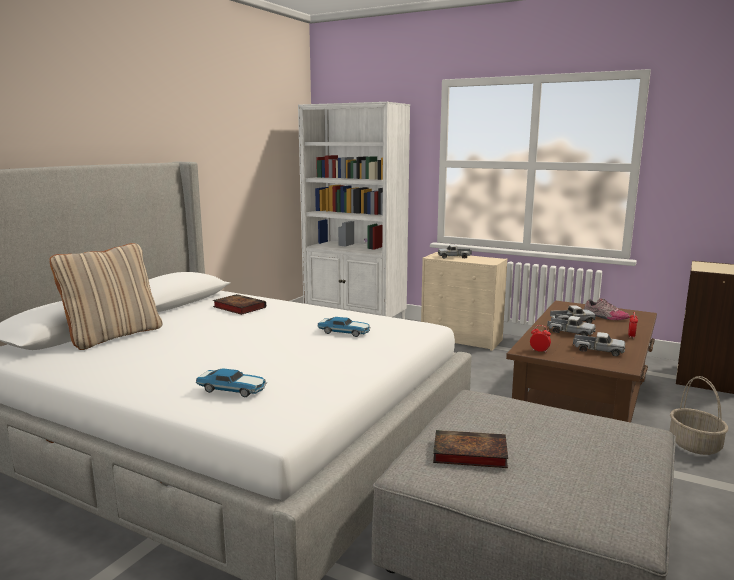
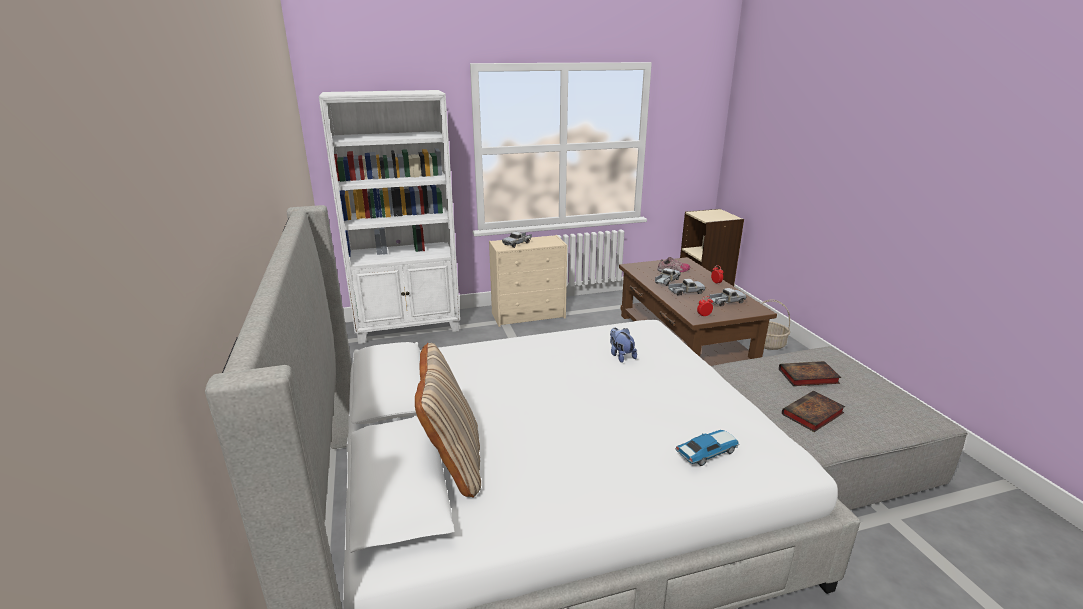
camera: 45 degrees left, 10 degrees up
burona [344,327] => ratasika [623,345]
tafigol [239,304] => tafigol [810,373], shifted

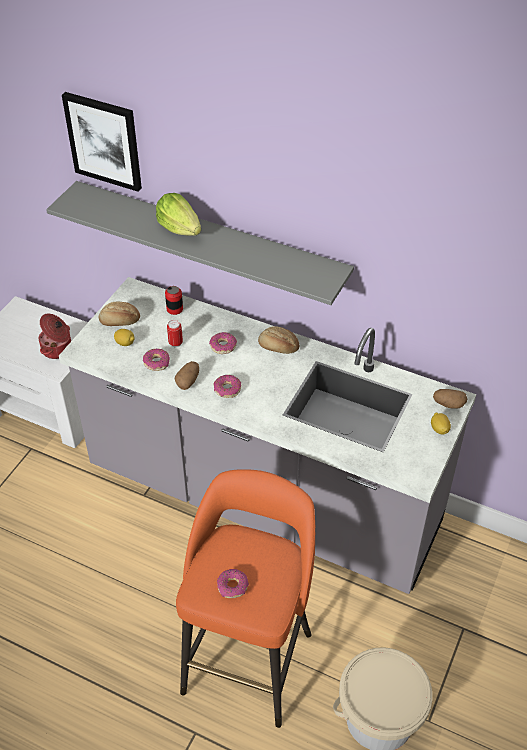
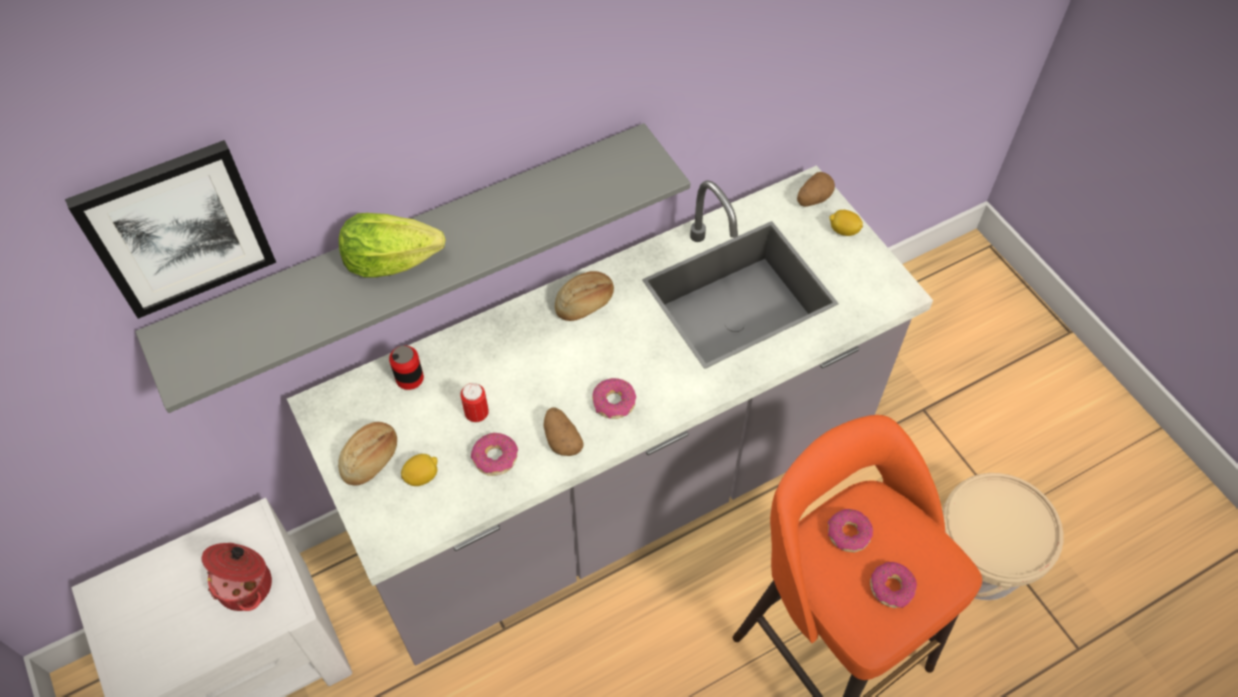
camera: 55 degrees left, 10 degrees up
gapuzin [223,343] => gapuzin [850,530], shifted

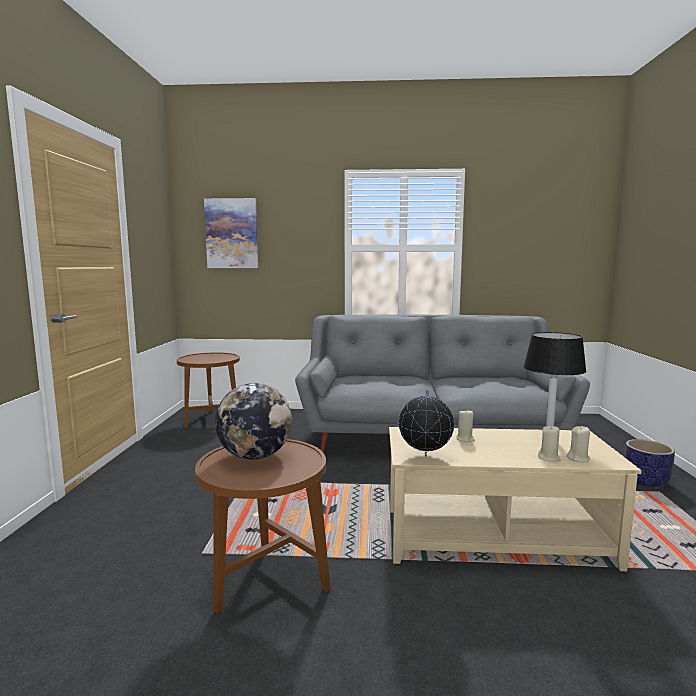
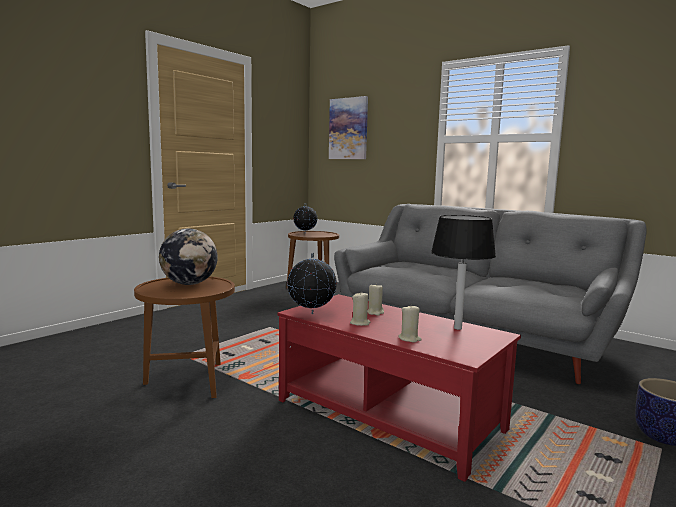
camera: 35 degrees right, 0 degrees up
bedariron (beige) [515,499] => bedariron (red) [399,388]
nothing => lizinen [305,218]
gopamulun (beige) [578,444] => gopamulun (beige) [360,309], shifted

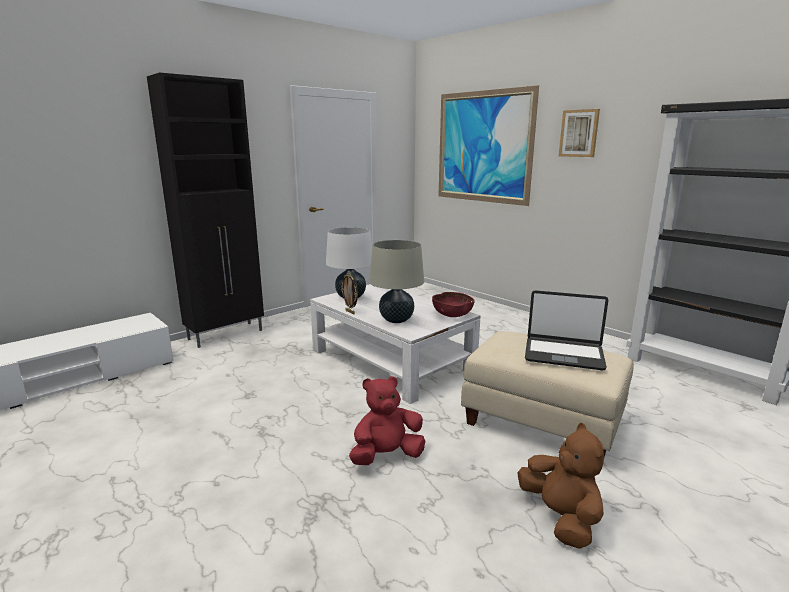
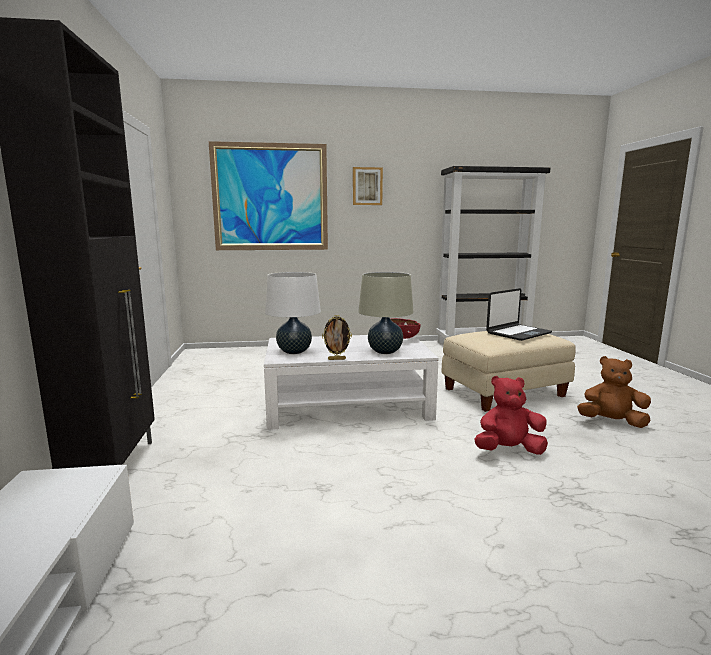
camera: 55 degrees left, 5 degrees down
ratasika (red) [387,420] => ratasika (red) [511,415], 75 degrees clockwise

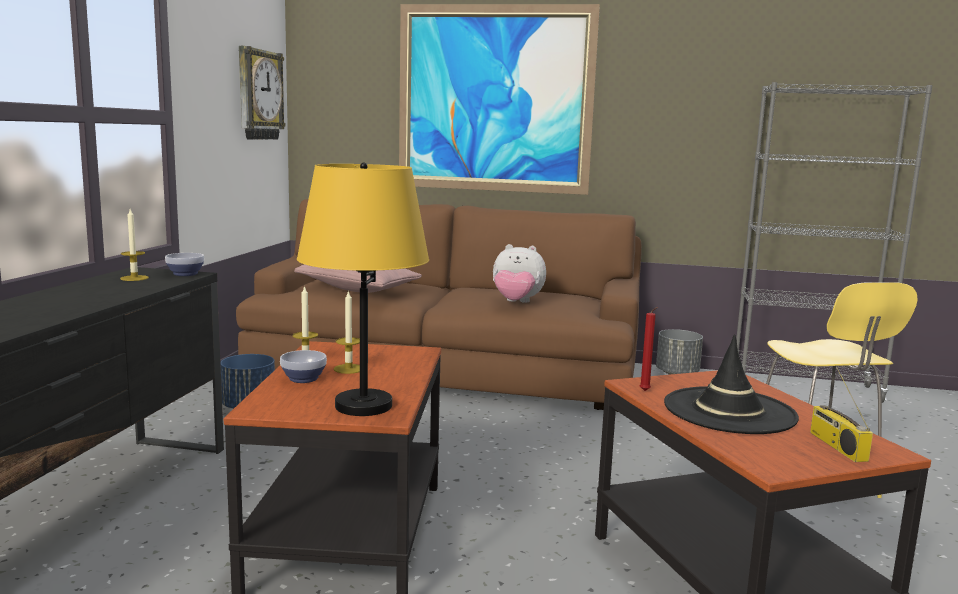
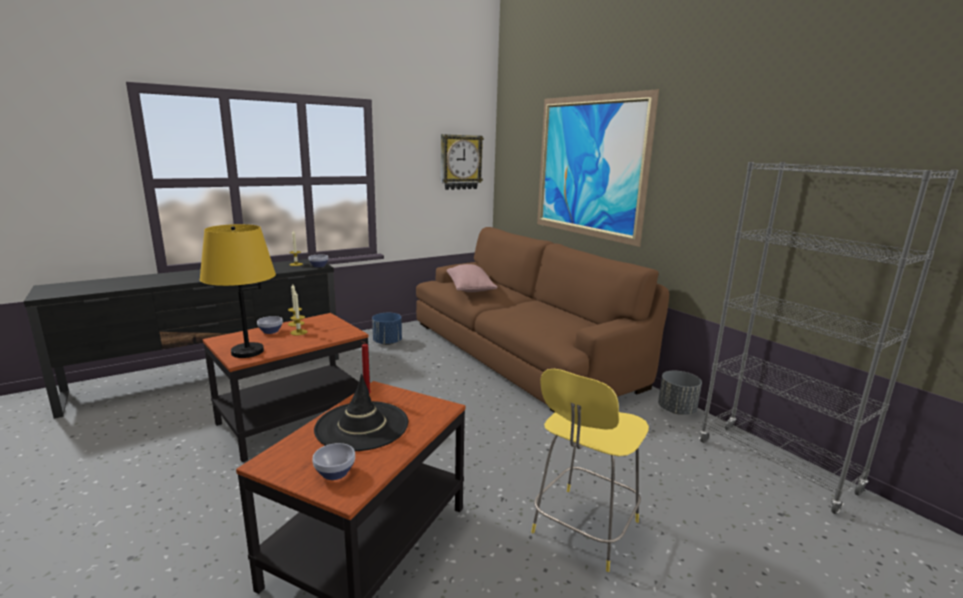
camera: 45 degrees right, 5 degrees up
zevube [841,414] => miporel [334,461]
ratasika [519,273] => nothing

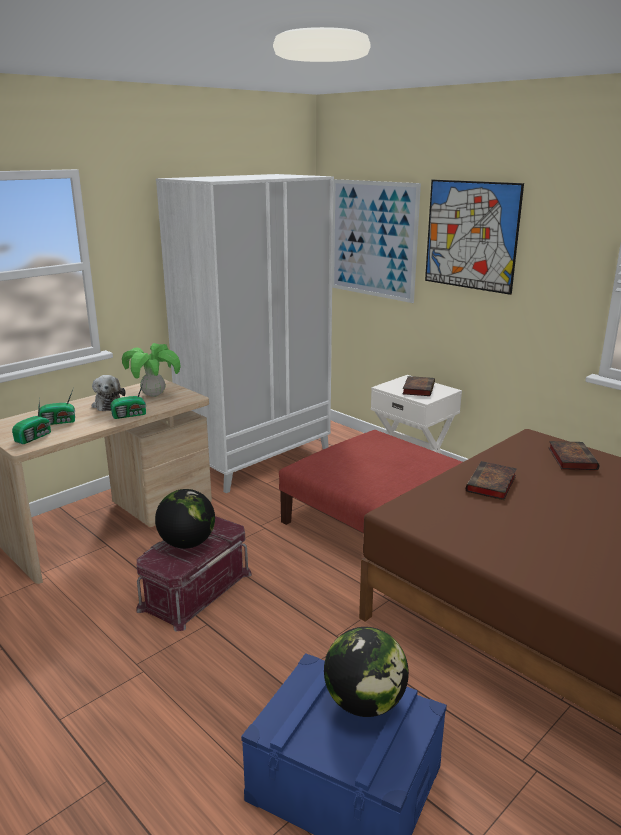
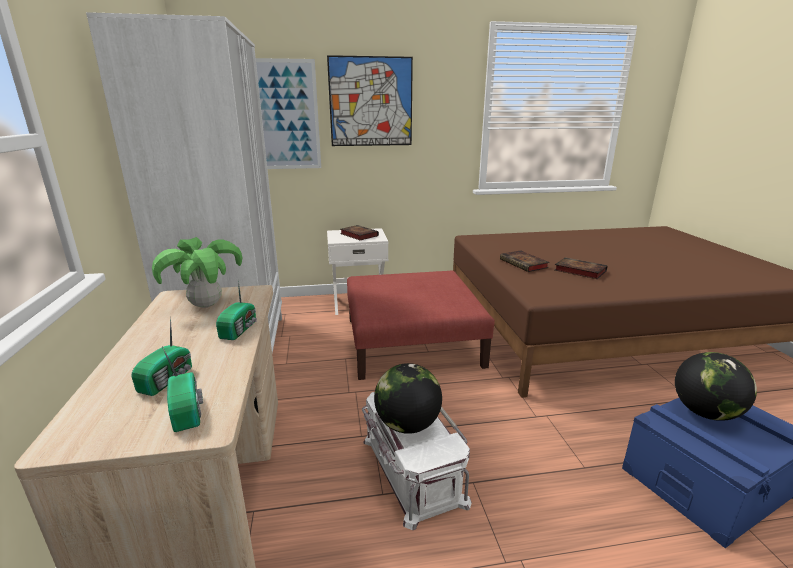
camera: 55 degrees left, 0 degrees up
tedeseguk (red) [194,574] => tedeseguk (white) [417,461]
tafigol [574,455] => tafigol [581,268], shifted
ratasika [108,393] => nothing

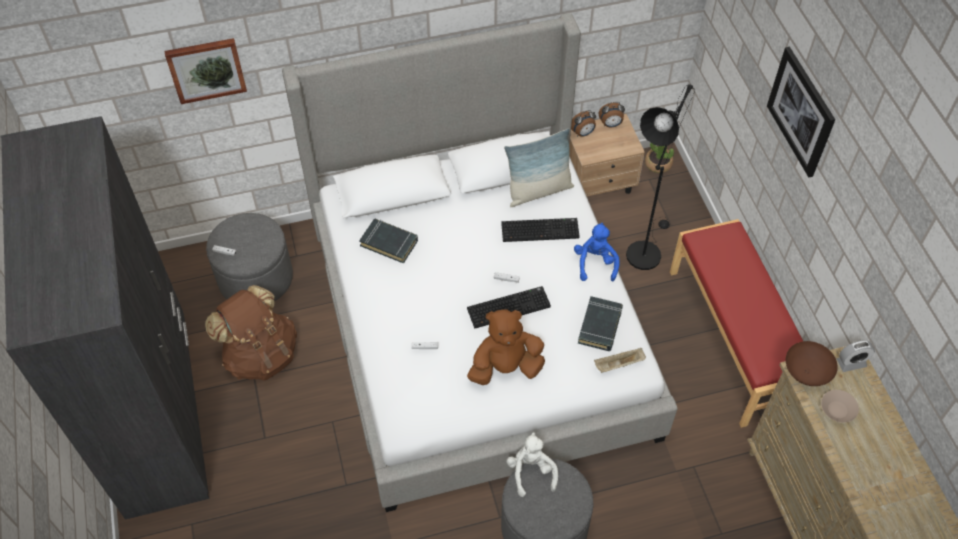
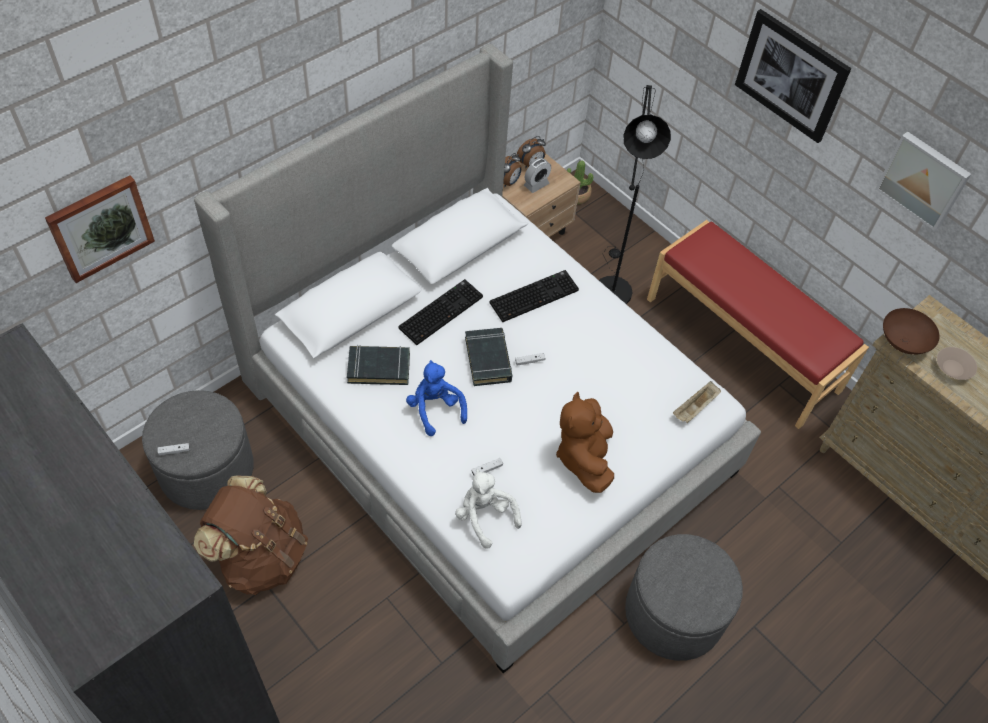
camera: 30 degrees left, 0 degrees up
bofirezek [509,307] => bofirezek [441,312], shifted
ratasika (blue) [597,252] => ratasika (blue) [436,398], shifted
ratasika (white) [532,464] => ratasika (white) [488,509], shifted
tafigol (black) [600,323] => tafigol (black) [488,357], shifted
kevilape [856,356] => kevilape [537,175], shifted
ratasika (brown) [506,347] => ratasika (brown) [585,442], 45 degrees counterclockwise
nothing => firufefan [923,181]
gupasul [539,167] => nothing

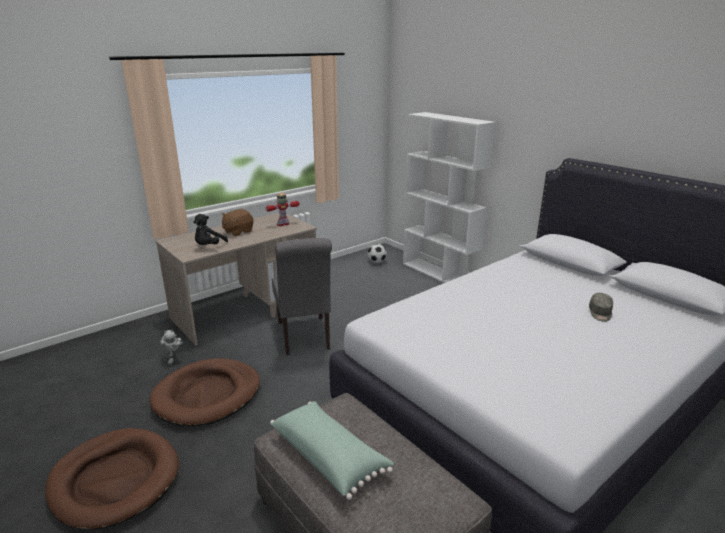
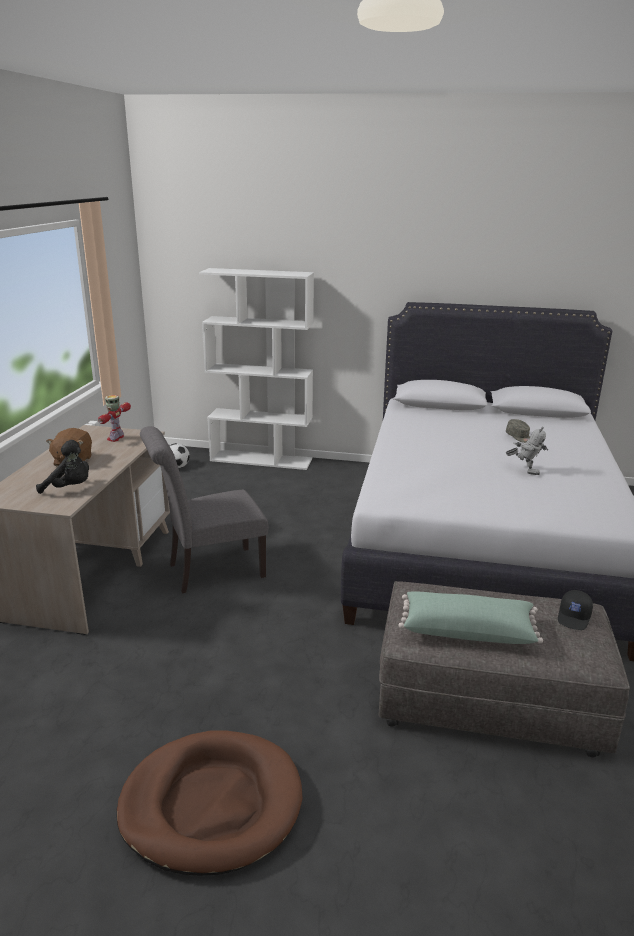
camera: 40 degrees left, 0 degrees up
ratasika (black) [210,229] => ratasika (black) [62,467], 60 degrees counterclockwise
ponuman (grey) [302,296] => ponuman (grey) [204,509], 120 degrees clockwise
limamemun [171,347] => limamemun [527,451], shifted
nothing => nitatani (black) [575,610]
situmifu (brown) [205,392] => nothing

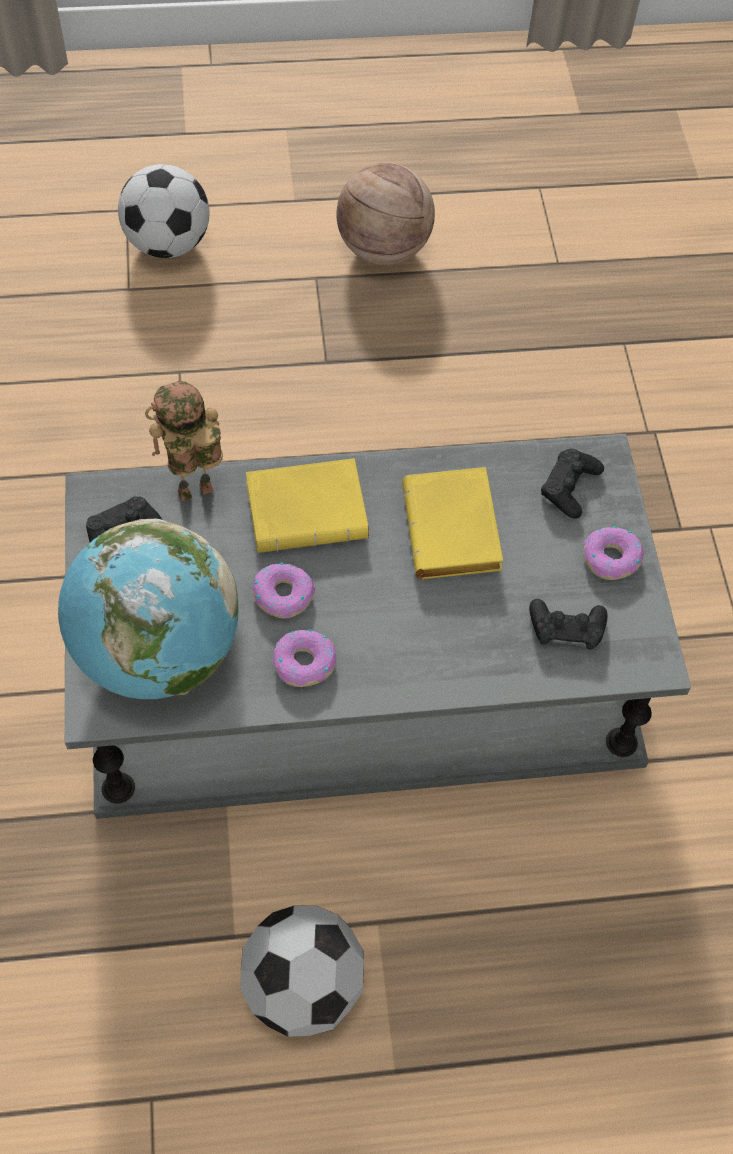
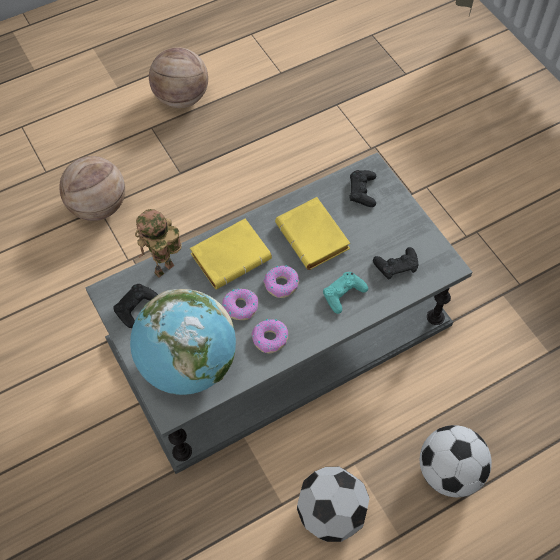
camera: 20 degrees left, 0 degrees up
nothing => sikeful [92,188]
gapuzin [614,553] => gapuzin [281,281], shifted
nothing => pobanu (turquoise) [345,293]
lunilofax [163,211] => lunilofax [456,461], shifted

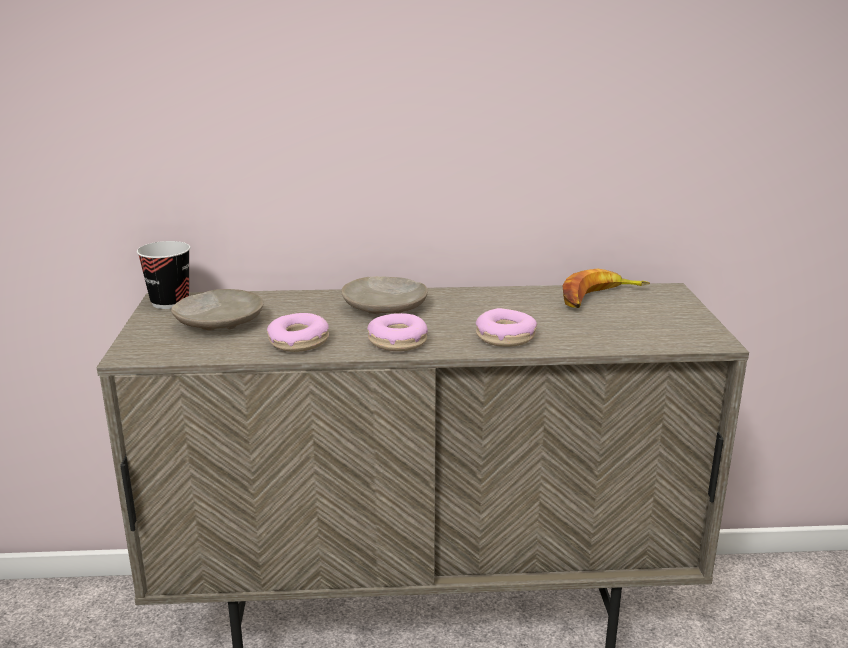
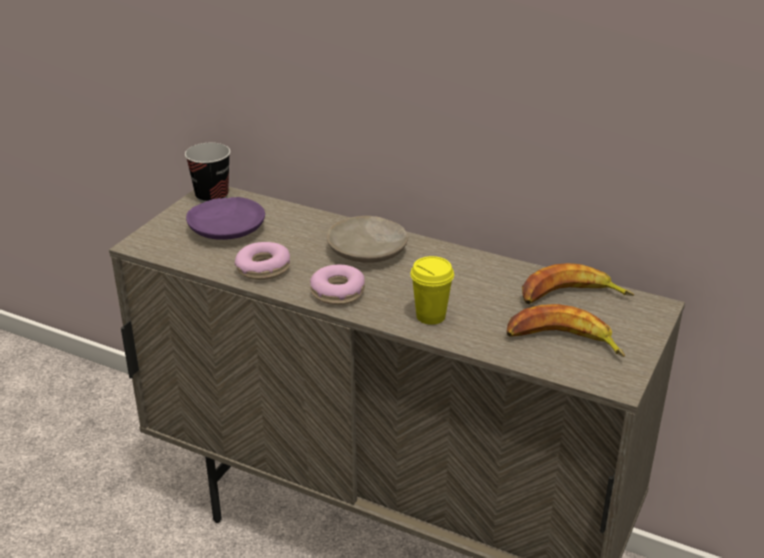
camera: 30 degrees right, 10 degrees up
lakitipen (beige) [217,309] => lakitipen (purple) [225,218]
gapuzin [506,327] => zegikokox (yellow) [432,290]
nothing => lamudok [566,330]

